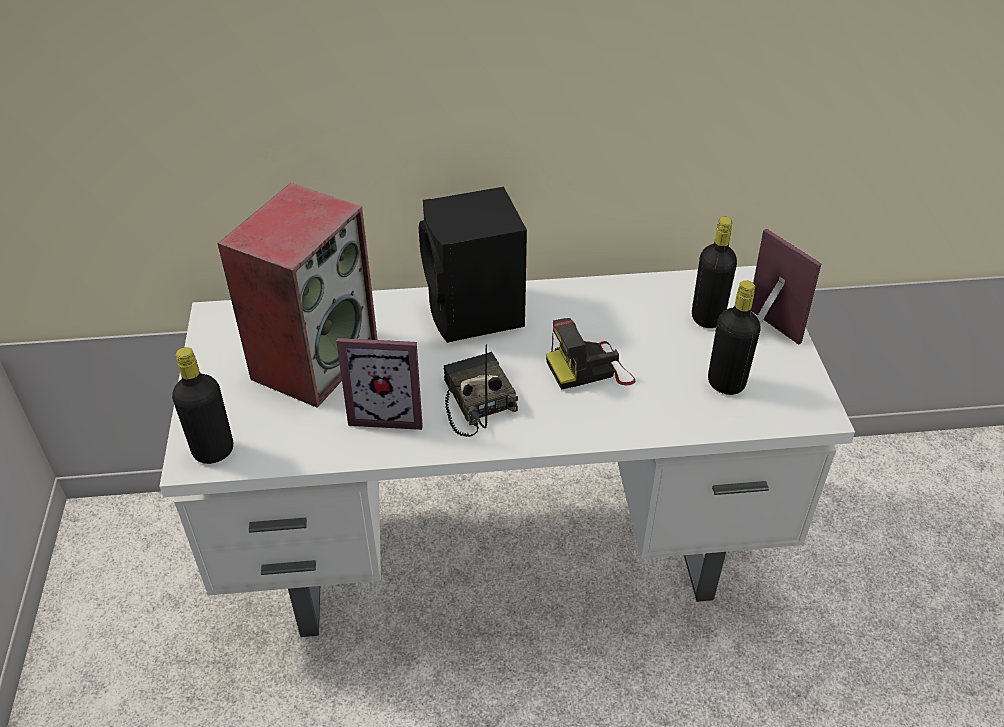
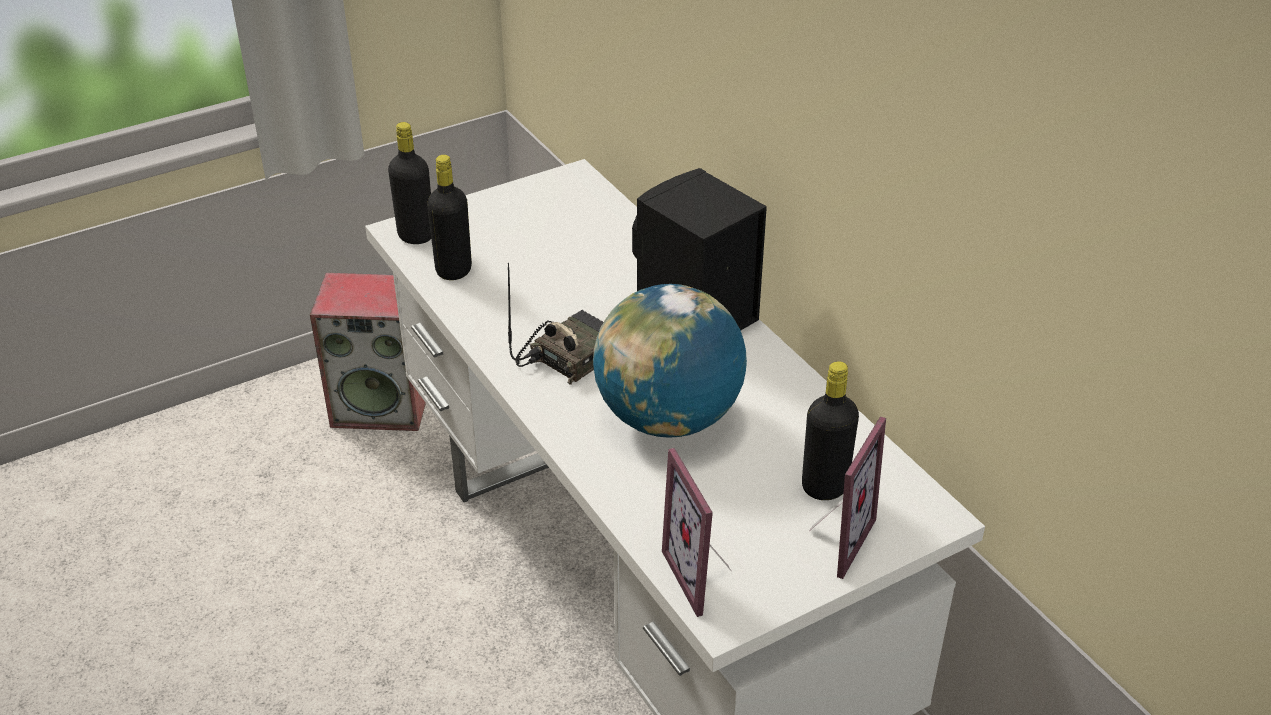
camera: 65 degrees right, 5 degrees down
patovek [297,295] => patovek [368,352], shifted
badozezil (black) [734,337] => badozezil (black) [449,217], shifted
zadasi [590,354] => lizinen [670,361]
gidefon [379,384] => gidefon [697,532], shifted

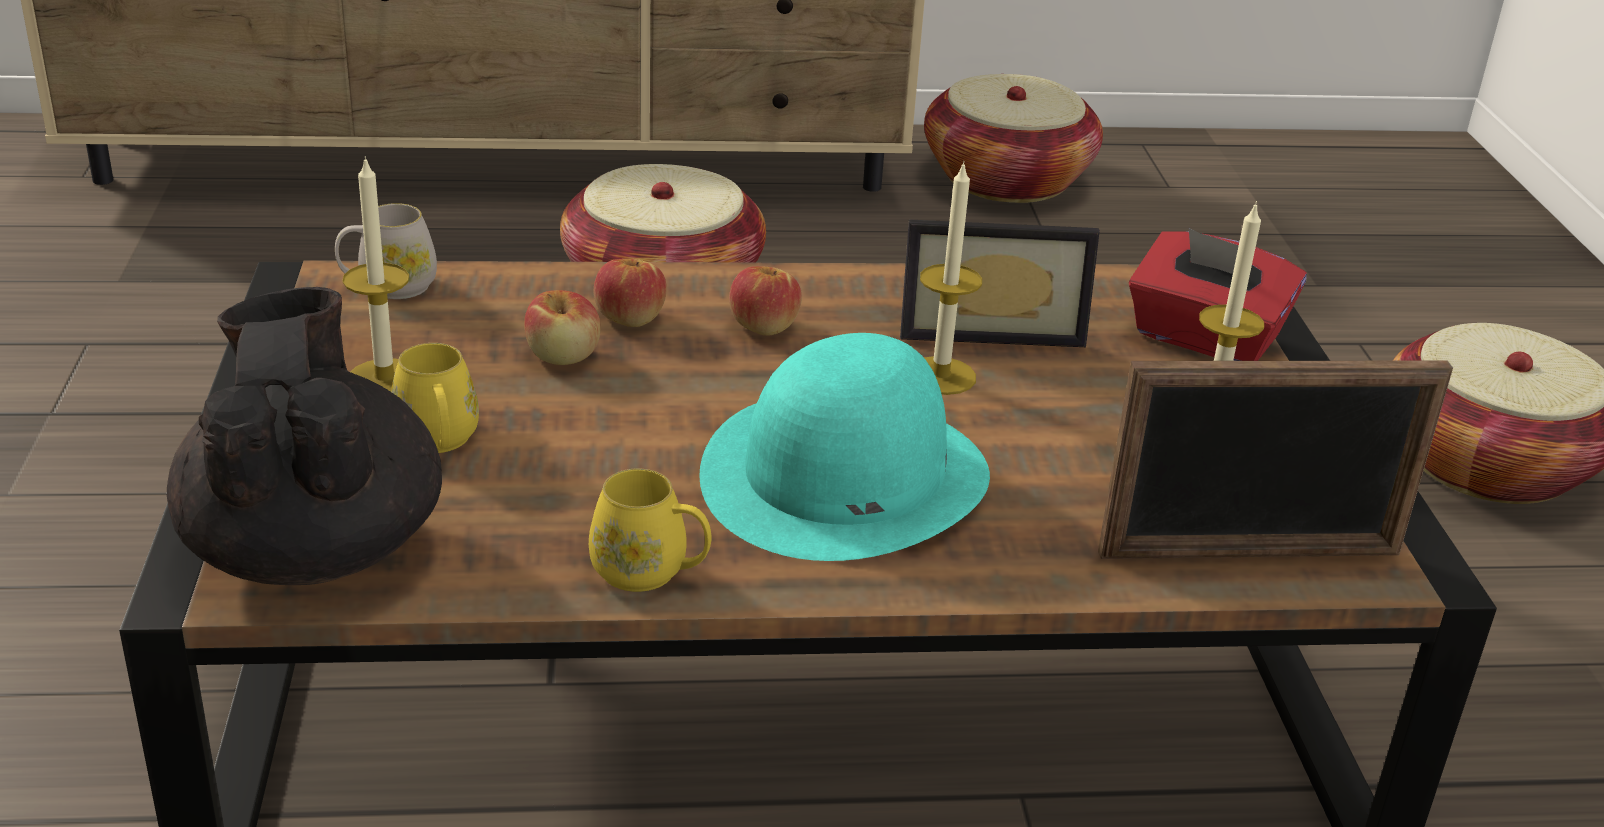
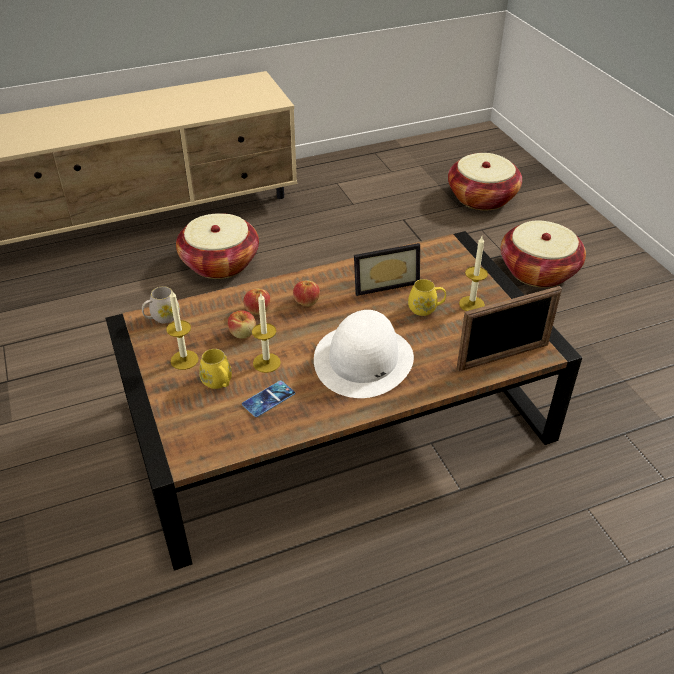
camera: 15 degrees left, 10 degrees up
nothing => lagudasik [268,398]
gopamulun [951,278] => gopamulun [266,333], shifted
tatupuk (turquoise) [844,447] => tatupuk (white) [364,354]
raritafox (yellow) [650,530] => raritafox (yellow) [427,297], shifted
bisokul [1013,138] => bisokul [485,182], shifted
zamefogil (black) [304,436] => nothing
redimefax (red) [1218,294] => nothing

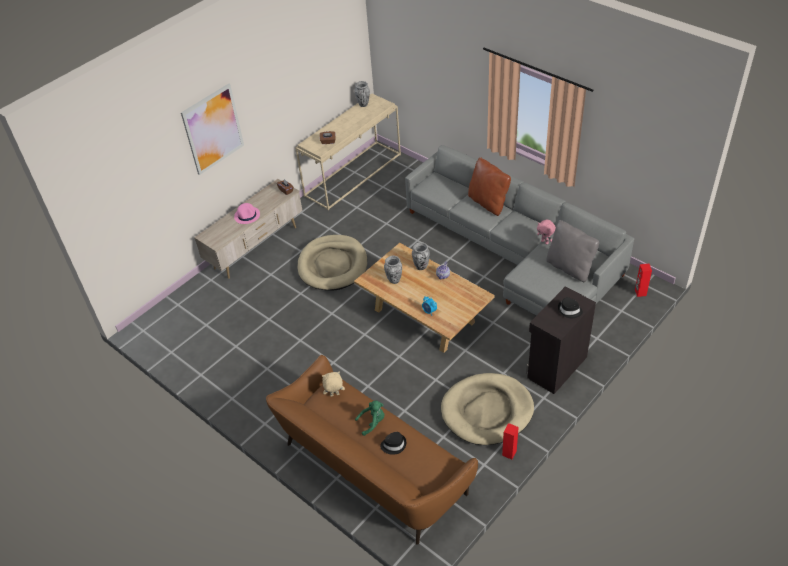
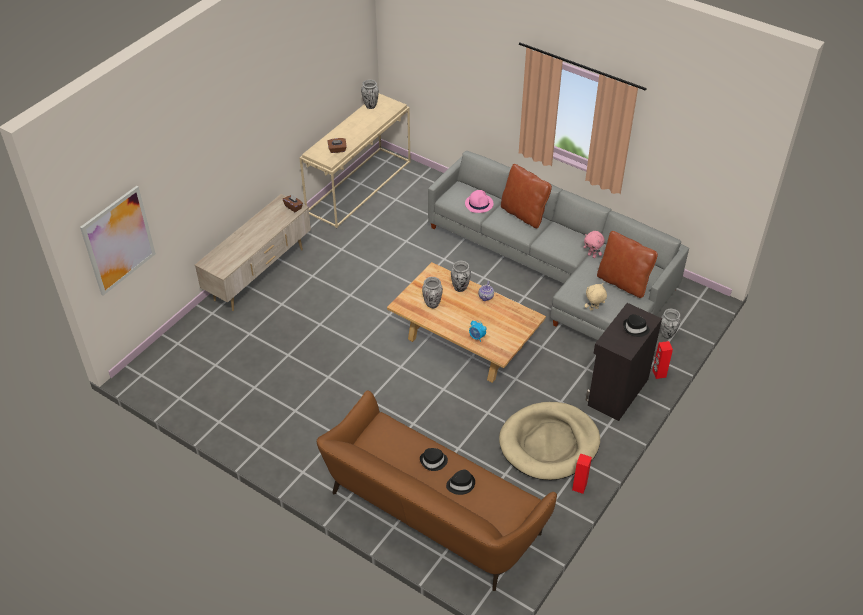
camera: 10 degrees left, 0 degrees up
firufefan [212,129] => firufefan [118,241], shifted
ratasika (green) [369,418] => tatupuk (black) [434,459]
tatupuk (pink) [247,213] => tatupuk (pink) [479,201], shifted
ratasika (beige) [333,384] => ratasika (beige) [595,297], shifted
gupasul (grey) [572,251] => gupasul (brown) [627,264]
patovek (red) [643,280] => patovek (red) [662,360], shifted
nothing => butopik [670,324]
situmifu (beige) [332,263] => nothing

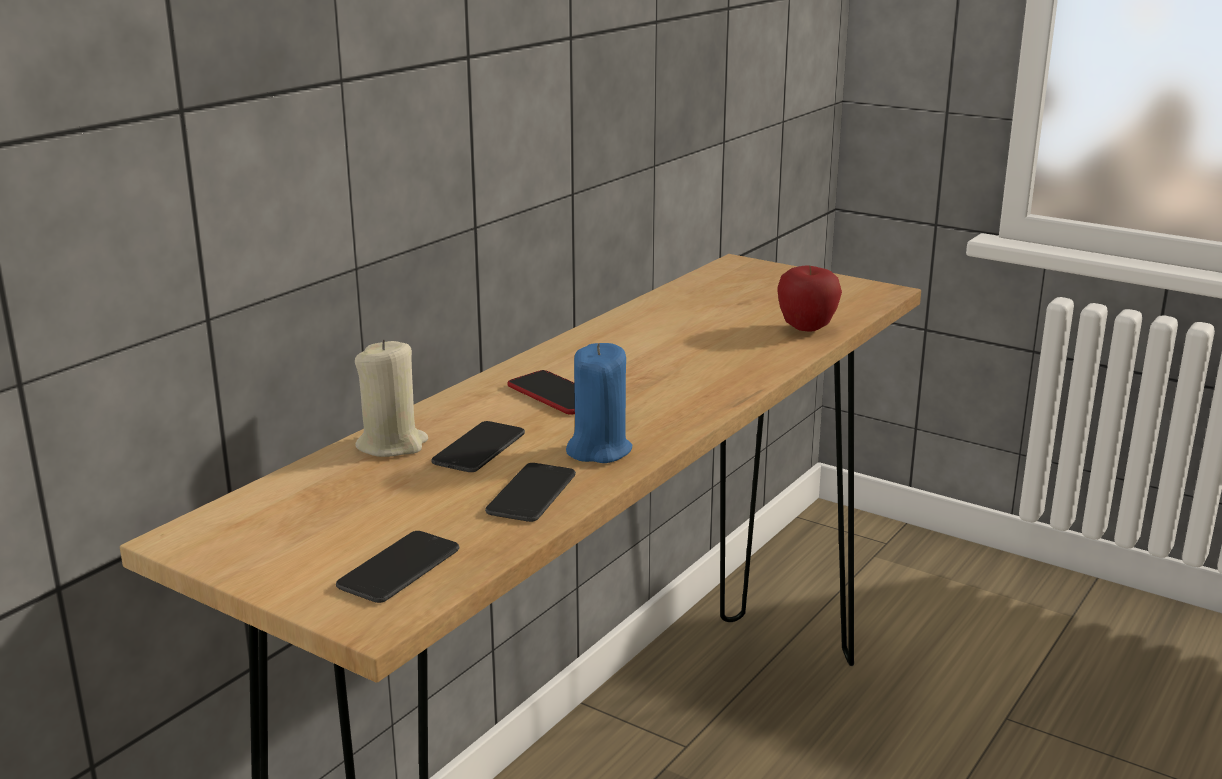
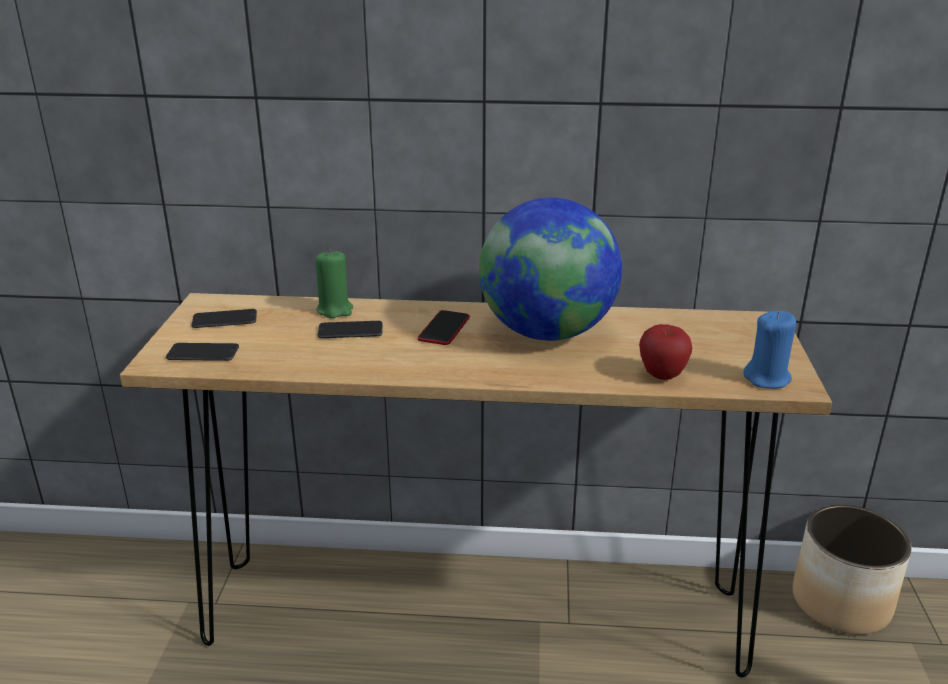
camera: 60 degrees right, 5 degrees up
lagudasik [530,492] => lagudasik [224,318], shifted
gopamulun (beige) [391,398] => gopamulun (green) [334,283]
nothing => lizinen [550,269]
gopamulun (blue) [599,403] => gopamulun (blue) [769,350], shifted
nothing => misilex [851,569]

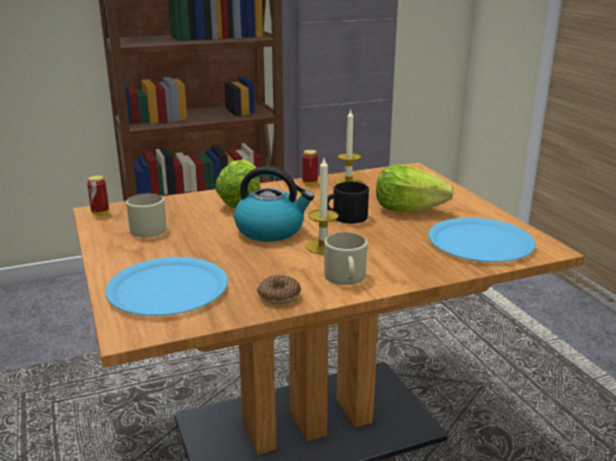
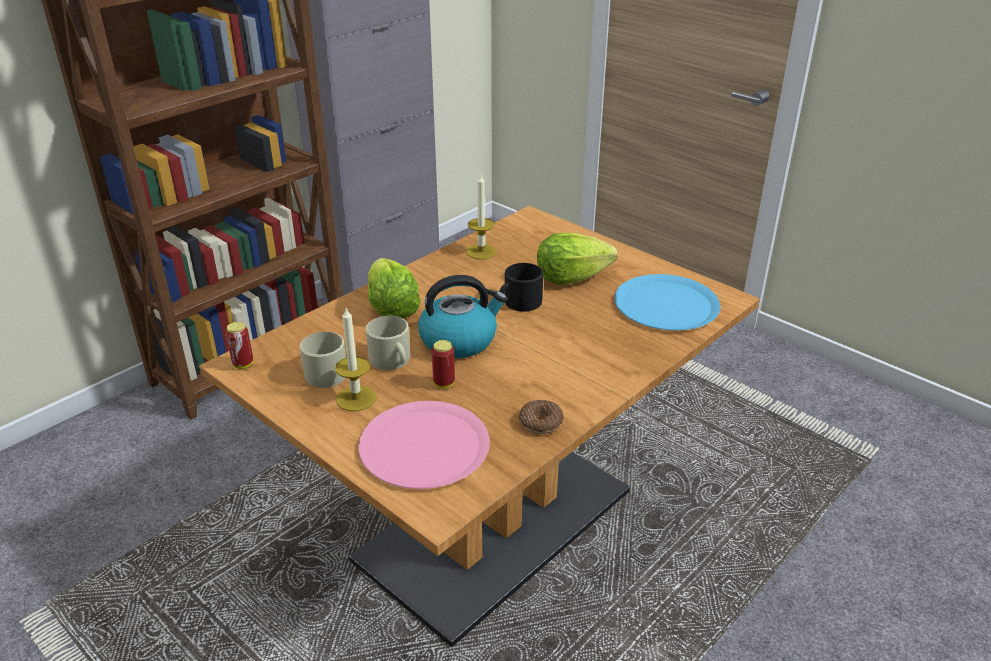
camera: 25 degrees left, 10 degrees up
gopamulun [322,206] => gopamulun [356,359], shifted
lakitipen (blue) [166,286] => lakitipen (pink) [424,445]
raritafox (beige) [345,259] => raritafox (beige) [388,343], shifted
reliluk [310,167] => reliluk [443,364], shifted

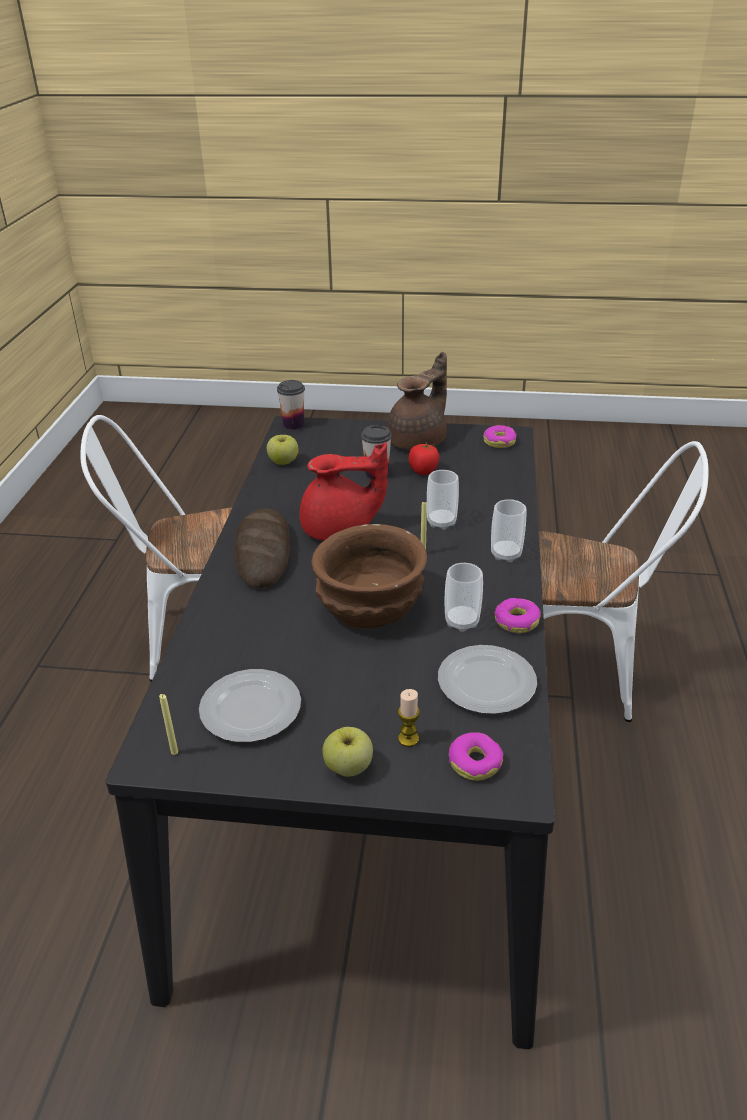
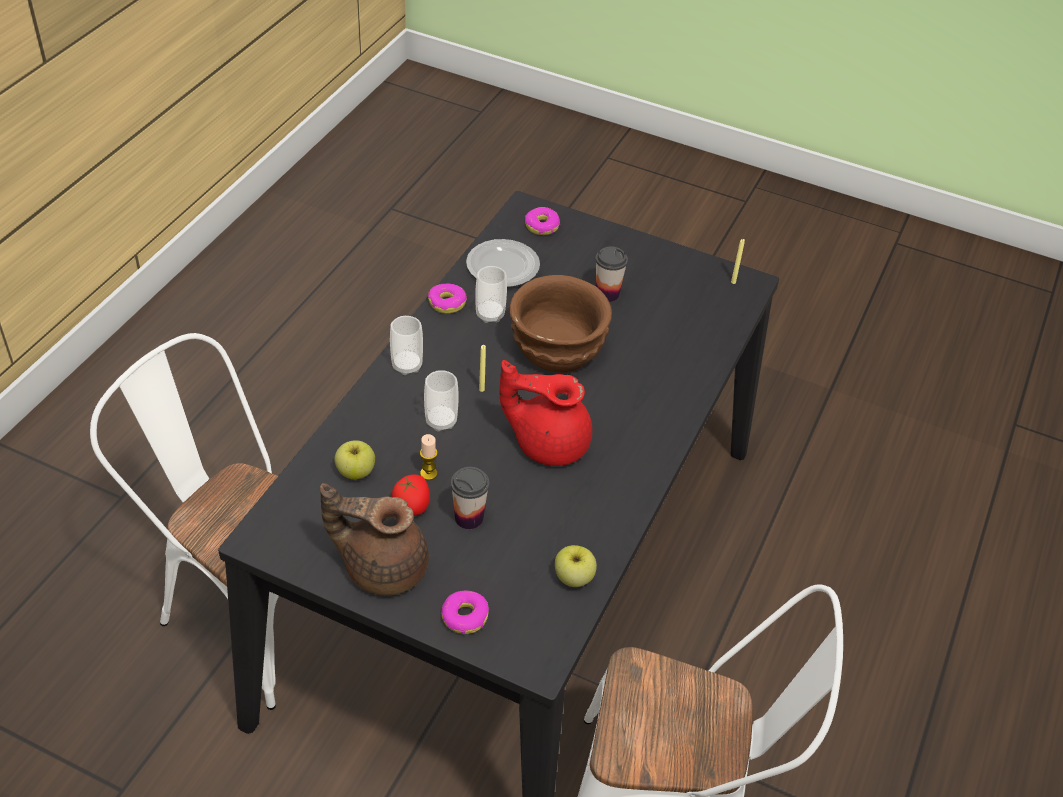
camera: 165 degrees left, 10 degrees up
zamefogil (brown) [417,401] => zamefogil (brown) [374,539], 45 degrees clockwise
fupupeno [348,752] => fupupeno [355,460], shifted
gopamulun [409,718] => gopamulun [429,457], shifted
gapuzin [499,436] => gapuzin [465,612], shifted
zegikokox [291,405] => zegikokox [611,274], shifted
lakitipen [250,705] => nothing
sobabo [262,548] => nothing

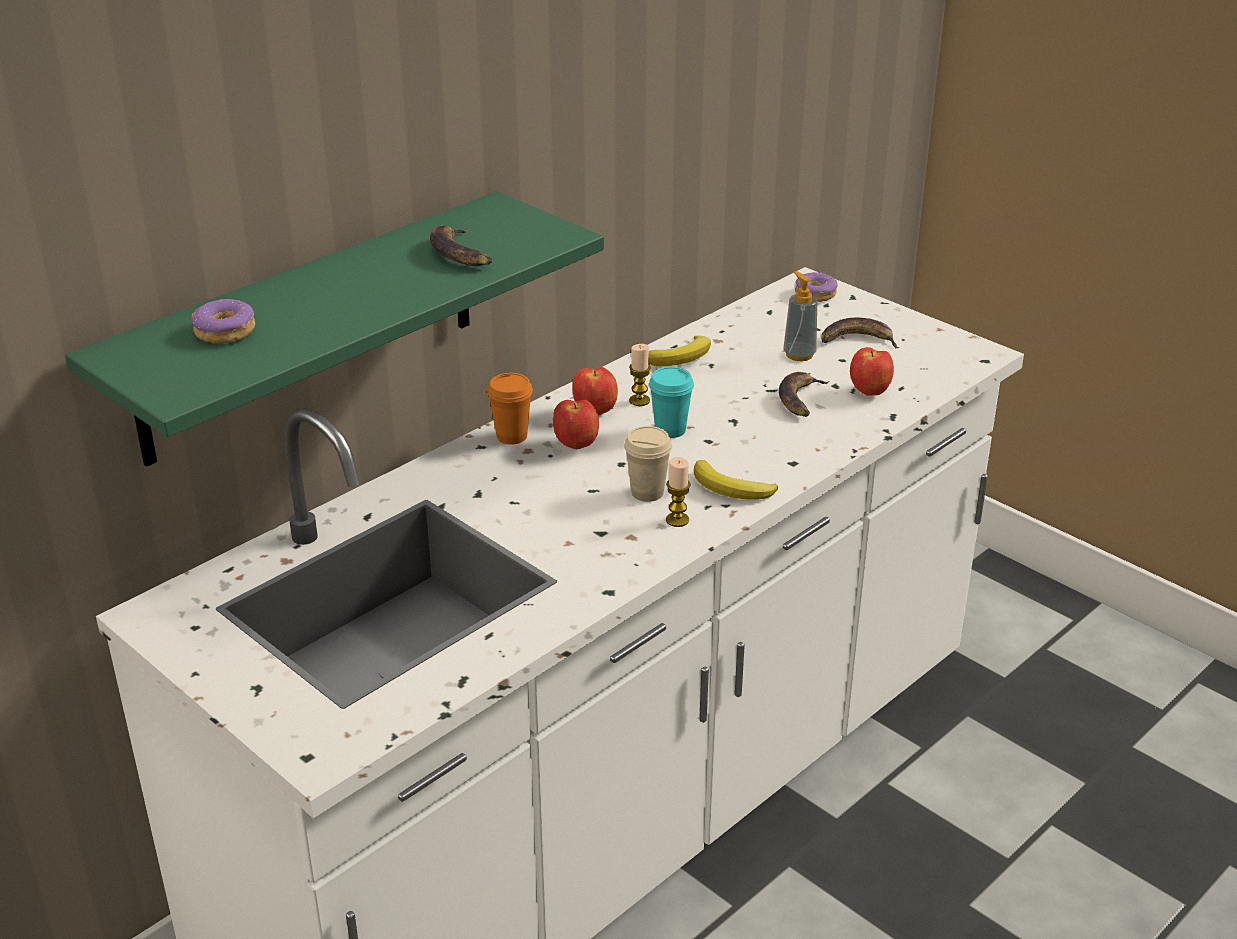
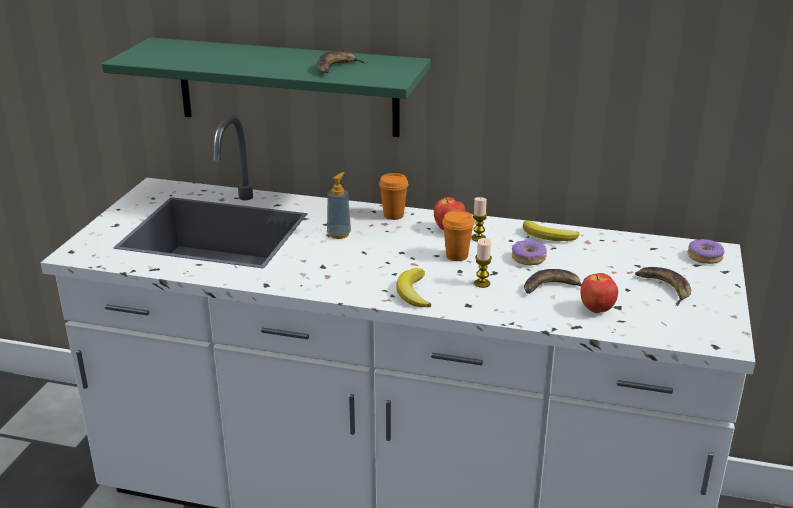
camera: 60 degrees right, 5 degrees down
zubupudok [800,316] => zubupudok [339,205], shifted
zegikokox (turquoise) [671,402] => zegikokox (orange) [458,235]
gopamulun [678,492] => gopamulun [483,263], shifted
gapuzin [223,321] => gapuzin [529,252], shifted
fupupeno [576,424] => nothing
zegikokox (beige) [648,464] => nothing

